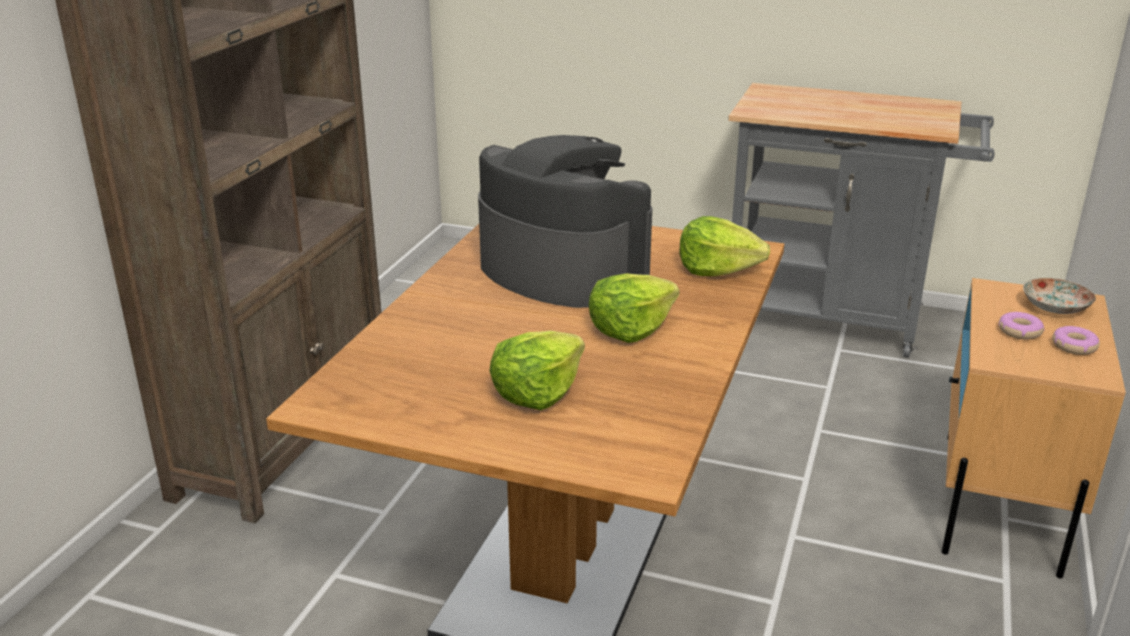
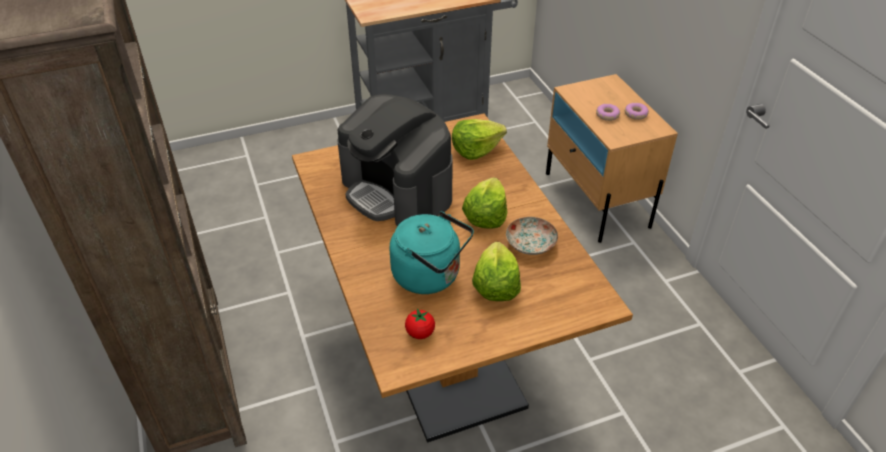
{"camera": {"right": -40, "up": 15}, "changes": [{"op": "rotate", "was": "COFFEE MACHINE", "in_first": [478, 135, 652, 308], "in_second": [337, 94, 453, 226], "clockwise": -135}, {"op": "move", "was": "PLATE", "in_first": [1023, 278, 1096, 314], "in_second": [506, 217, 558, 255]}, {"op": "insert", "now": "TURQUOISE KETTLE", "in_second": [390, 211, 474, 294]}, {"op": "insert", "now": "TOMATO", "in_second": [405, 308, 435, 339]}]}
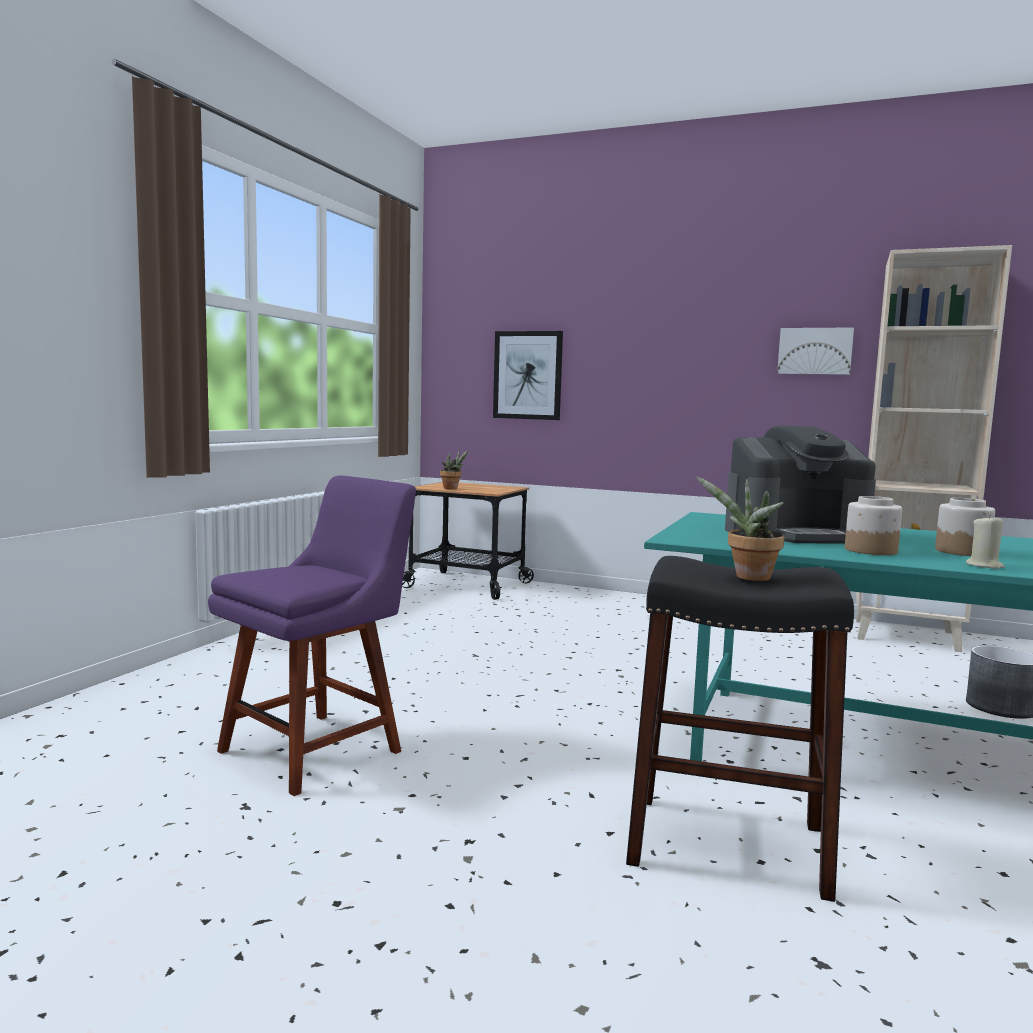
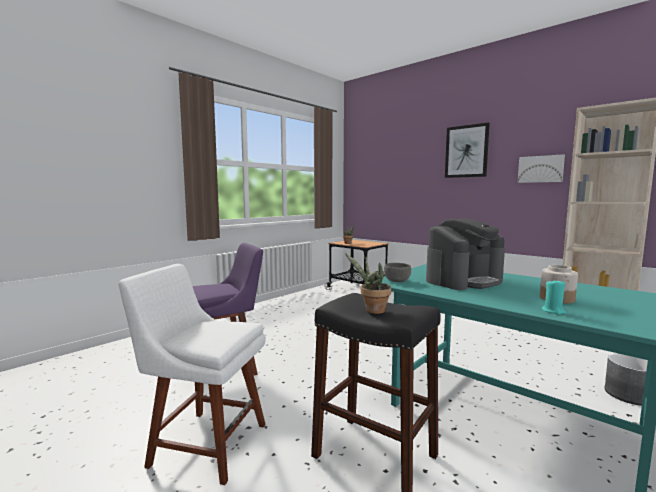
{"camera": {"right": 20, "up": 0}, "changes": [{"op": "move", "was": "PICTURE", "in_first": [493, 331, 563, 420], "in_second": [445, 122, 490, 178]}, {"op": "rotate", "was": "COFFEE MACHINE", "in_first": [725, 426, 876, 543], "in_second": [426, 219, 505, 290], "clockwise": -45}, {"op": "delete", "was": "JAR", "in_first": [845, 496, 902, 555]}, {"op": "recolor", "was": "BEIGE CANDLE", "now": "TURQUOISE CANDLE", "in_first": [966, 514, 1005, 569], "in_second": [542, 279, 566, 314]}, {"op": "insert", "now": "GREY BOWL", "in_second": [384, 263, 411, 282]}, {"op": "insert", "now": "WHITE CHAIR", "in_second": [118, 264, 266, 485]}]}
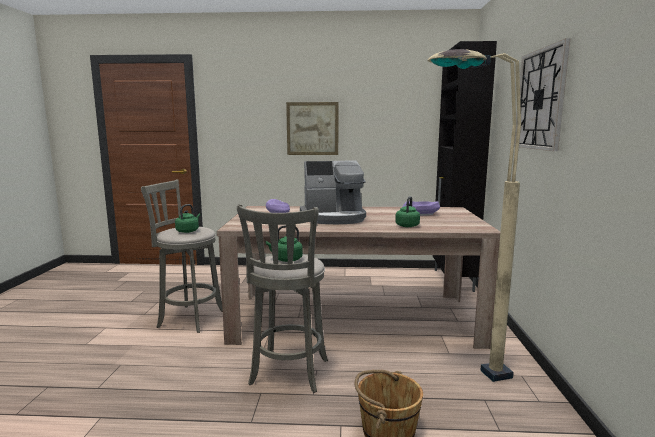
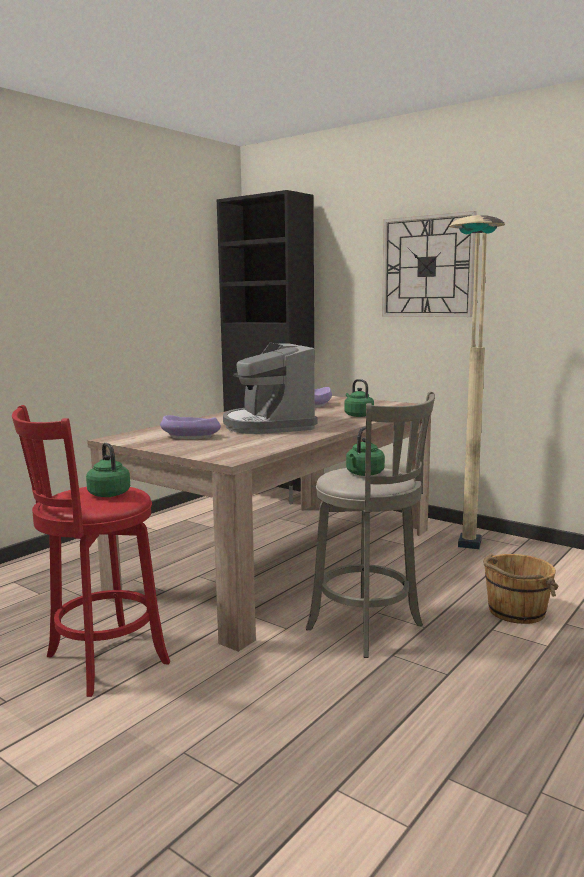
{"camera": {"right": -55, "up": 0}, "changes": [{"op": "delete", "was": "PICTURE", "in_first": [286, 102, 339, 155]}, {"op": "rotate", "was": "COFFEE MACHINE", "in_first": [300, 161, 366, 224], "in_second": [223, 343, 318, 434], "clockwise": 135}, {"op": "recolor", "was": "GREY STOOL", "now": "RED STOOL", "in_first": [141, 179, 223, 333], "in_second": [12, 405, 170, 697]}]}
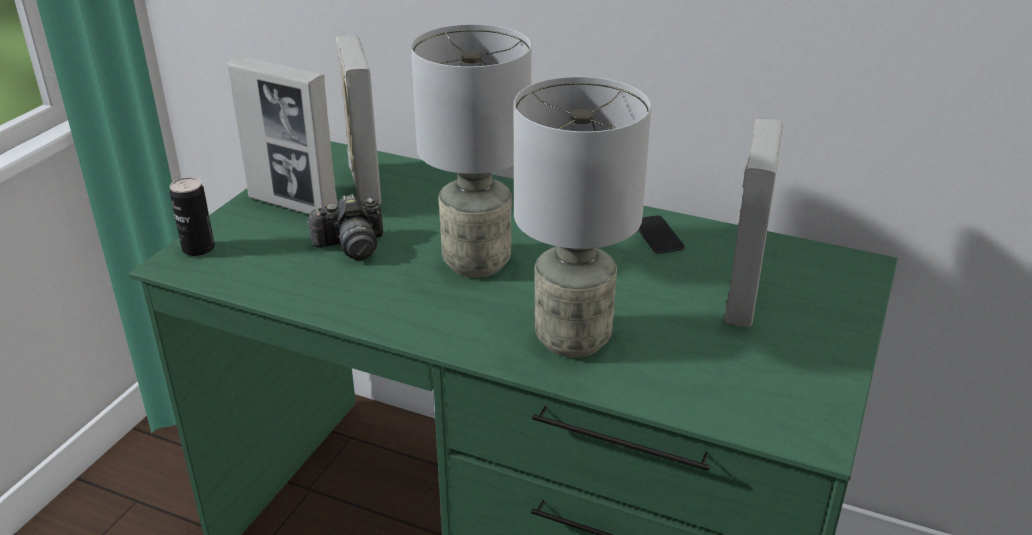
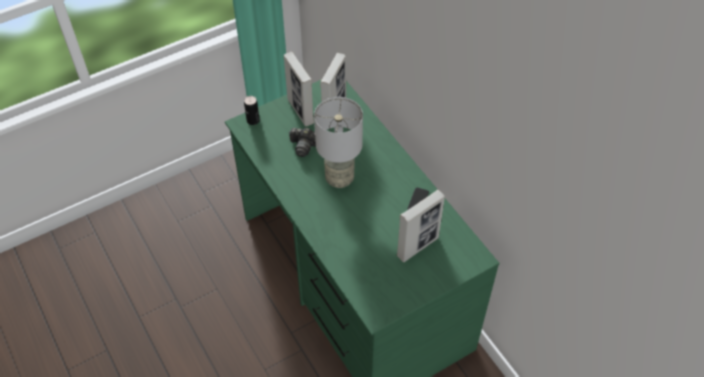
{"camera": {"right": 35, "up": 20}, "changes": [{"op": "delete", "was": "GREY TABLE LAMP", "in_first": [514, 76, 651, 358]}]}
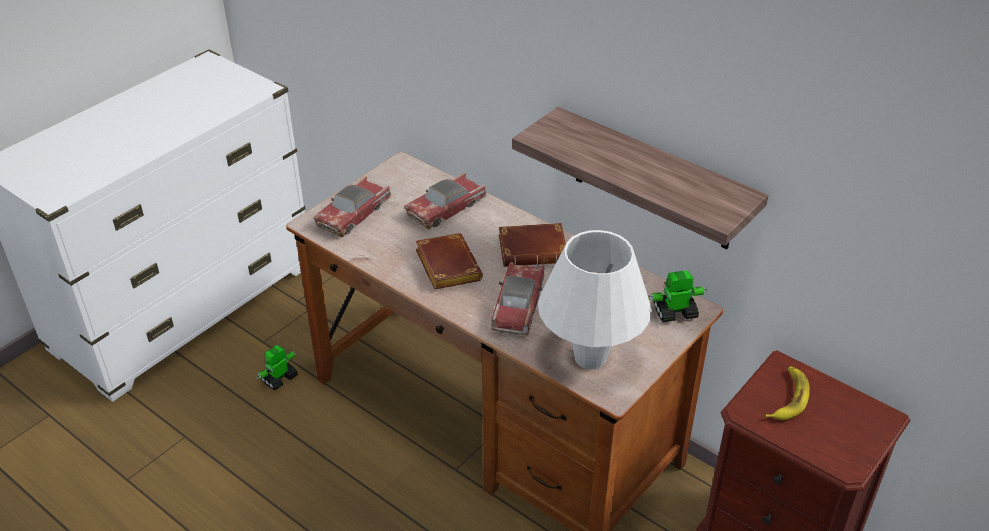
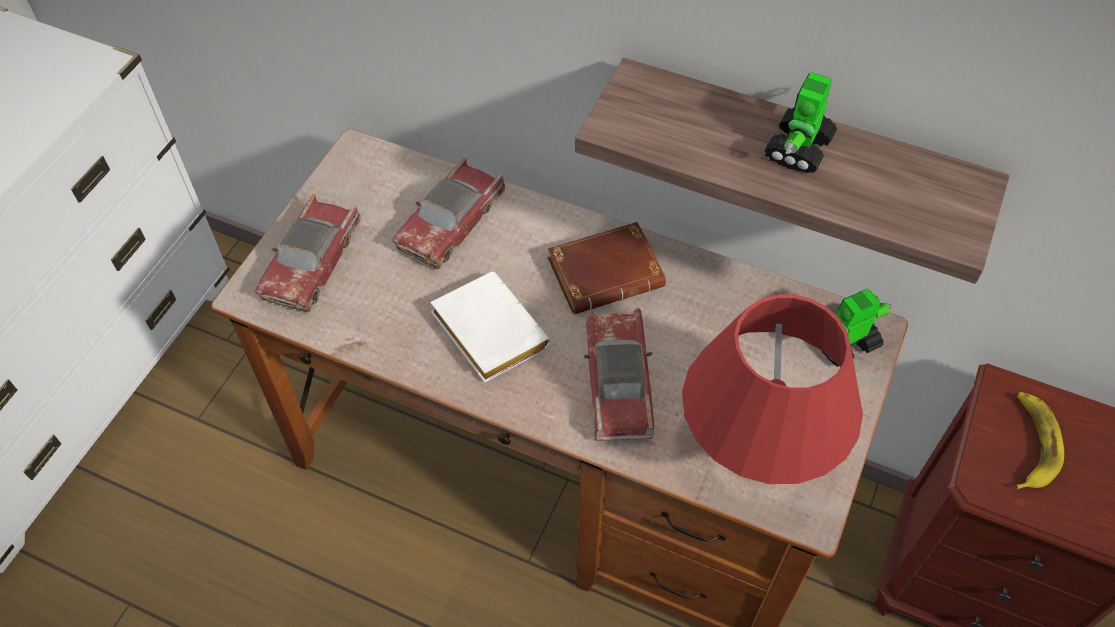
{"camera": {"right": -15, "up": 15}, "changes": [{"op": "recolor", "was": "WHITE TABLE LAMP", "now": "RED TABLE LAMP", "in_first": [538, 230, 652, 369], "in_second": [682, 294, 863, 484]}, {"op": "recolor", "was": "BROWN BOOK", "now": "WHITE BOOK", "in_first": [416, 233, 483, 290], "in_second": [430, 272, 551, 383]}, {"op": "move", "was": "TOY ROBOT", "in_first": [256, 345, 298, 390], "in_second": [764, 72, 837, 173]}]}
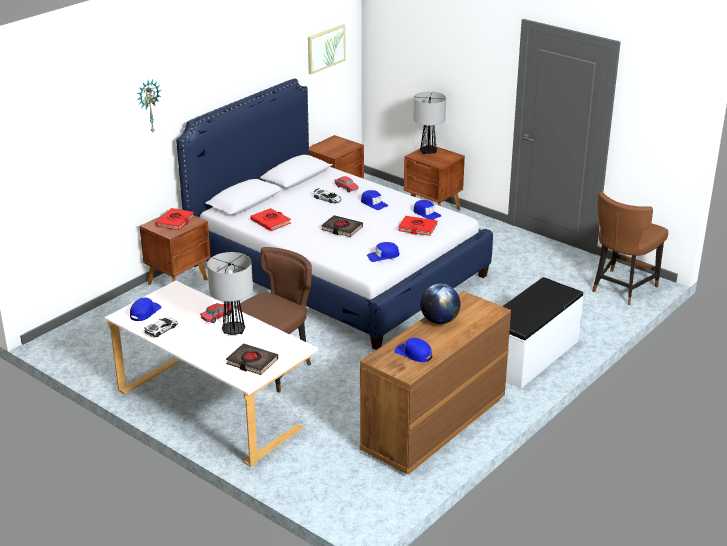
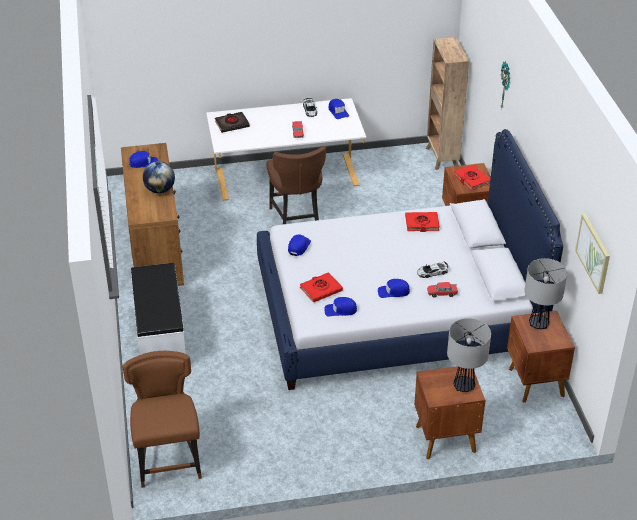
{"camera": {"right": 130, "up": 10}, "changes": [{"op": "delete", "was": "BLACK BOOK", "in_first": [321, 215, 363, 237]}, {"op": "move", "was": "TABLE LAMP", "in_first": [207, 252, 253, 335], "in_second": [524, 258, 567, 329]}, {"op": "insert", "now": "BROWN BOOKCASE", "in_second": [426, 37, 469, 170]}]}
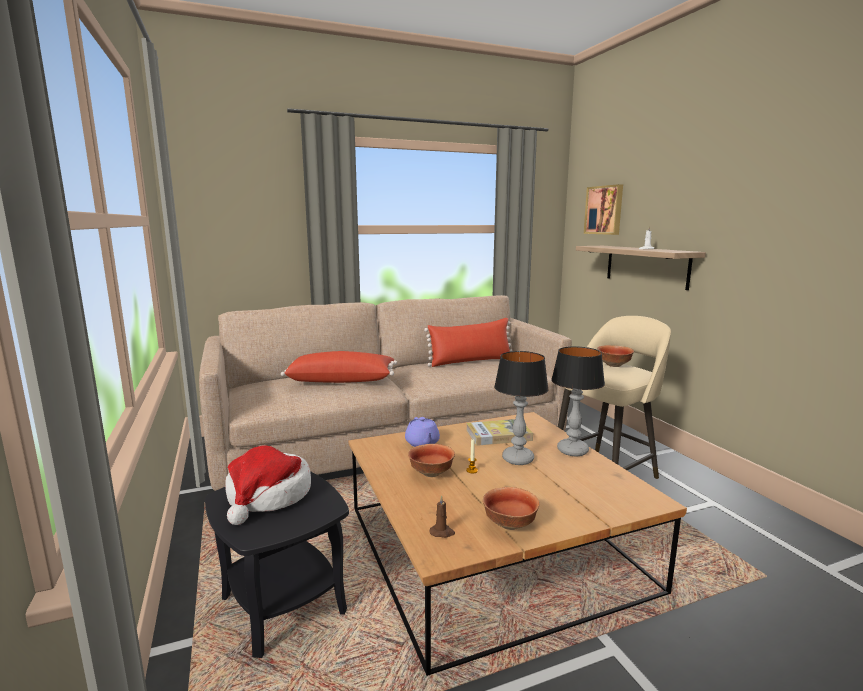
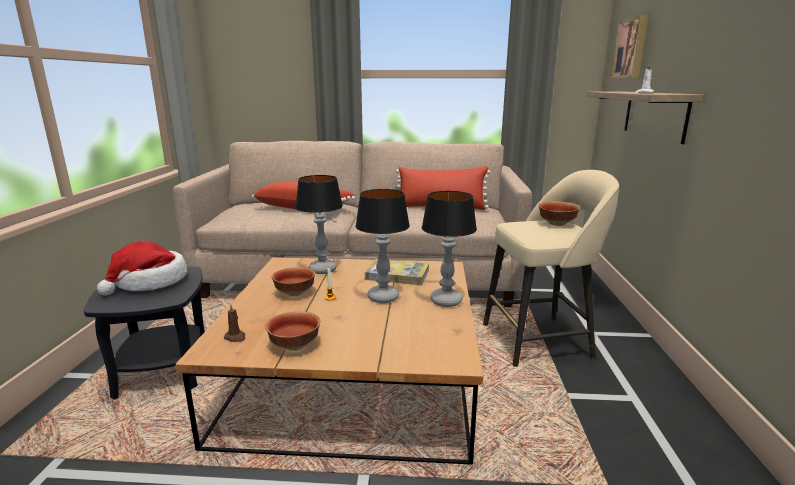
{"camera": {"right": 25, "up": 5}, "changes": [{"op": "replace", "was": "PURPLE TEAPOT", "now": "TABLE LAMP", "in_first": [405, 417, 440, 447], "in_second": [295, 175, 343, 274]}]}
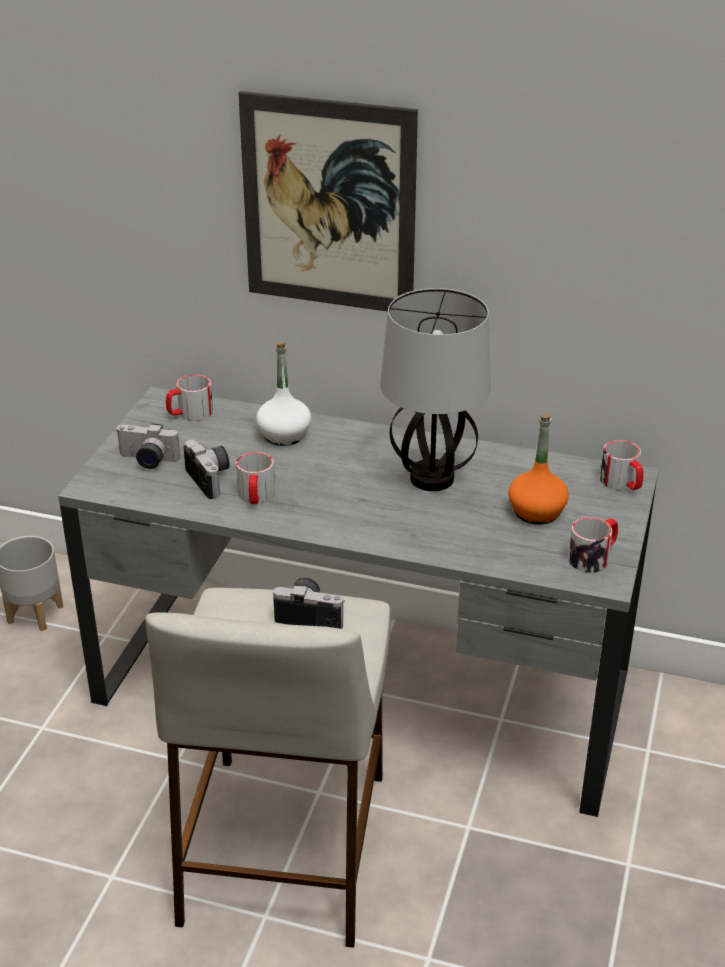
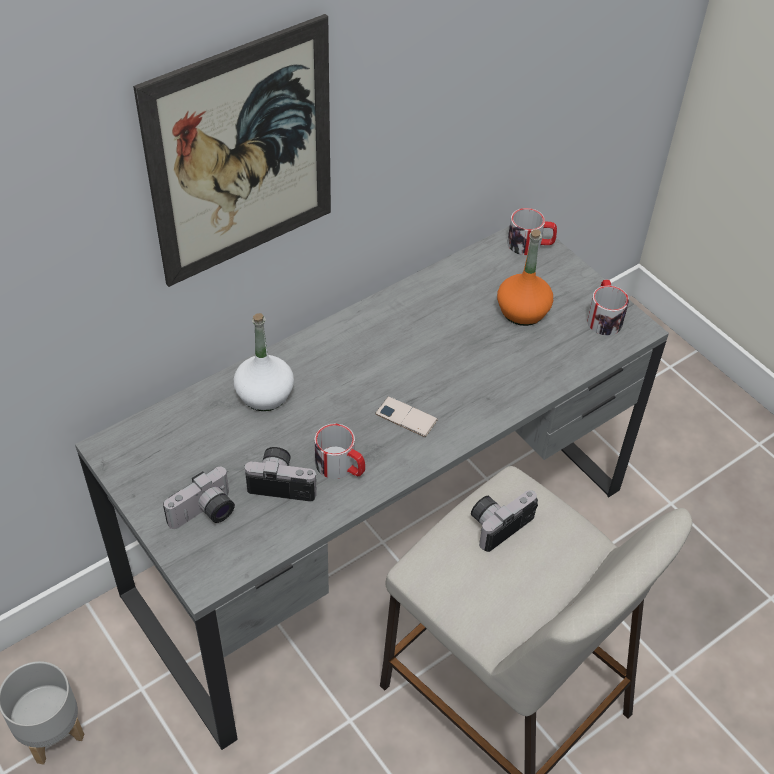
{"camera": {"right": -55, "up": 15}, "changes": [{"op": "delete", "was": "TABLE LAMP", "in_first": [380, 288, 491, 491]}, {"op": "delete", "was": "MUG", "in_first": [166, 374, 213, 421]}, {"op": "insert", "now": "PHONE", "in_second": [375, 396, 438, 437]}]}
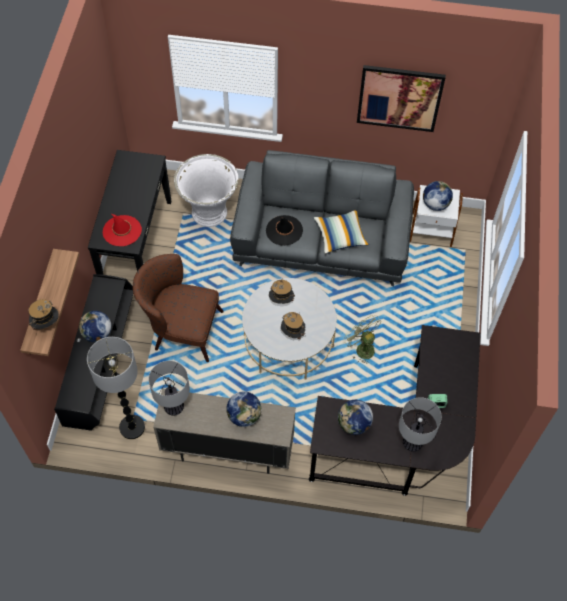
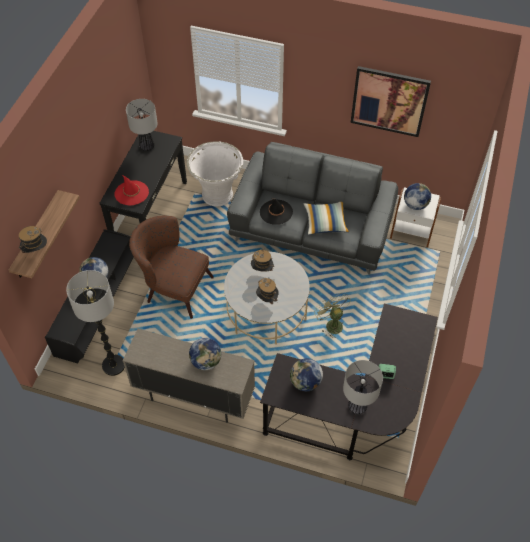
{"camera": {"right": 10, "up": -5}, "changes": [{"op": "move", "was": "TABLE LAMP", "in_first": [149, 361, 190, 416], "in_second": [126, 99, 158, 151]}]}
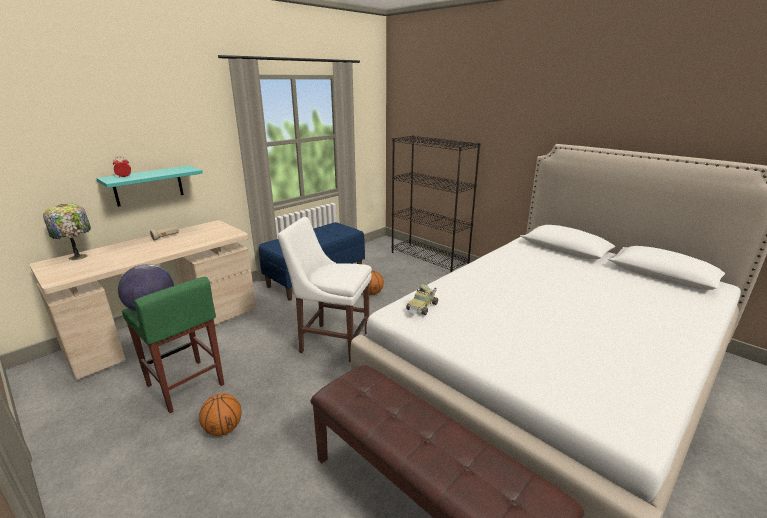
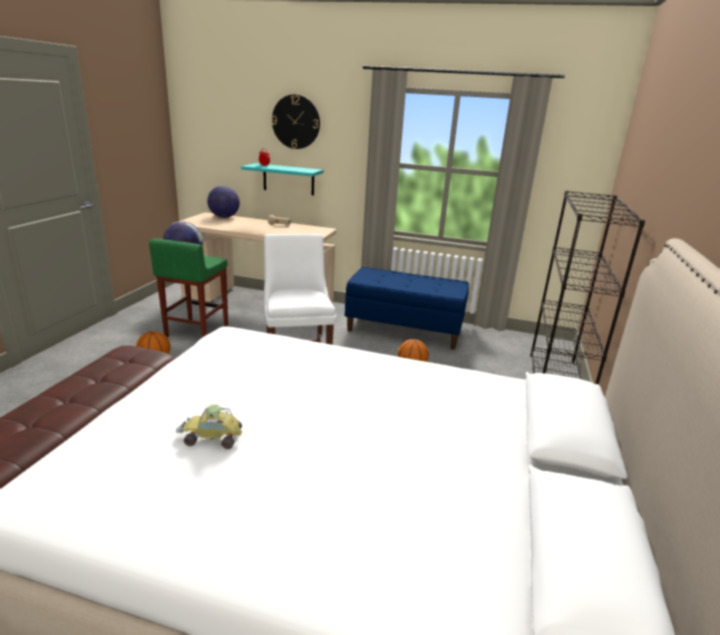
{"camera": {"right": 60, "up": 0}, "changes": [{"op": "replace", "was": "TABLE LAMP", "now": "GLOBE", "in_first": [43, 203, 91, 260], "in_second": [207, 186, 240, 218]}, {"op": "move", "was": "TOY CAR", "in_first": [406, 284, 438, 315], "in_second": [176, 404, 242, 449]}, {"op": "insert", "now": "WALL CLOCK", "in_second": [271, 94, 320, 149]}]}
